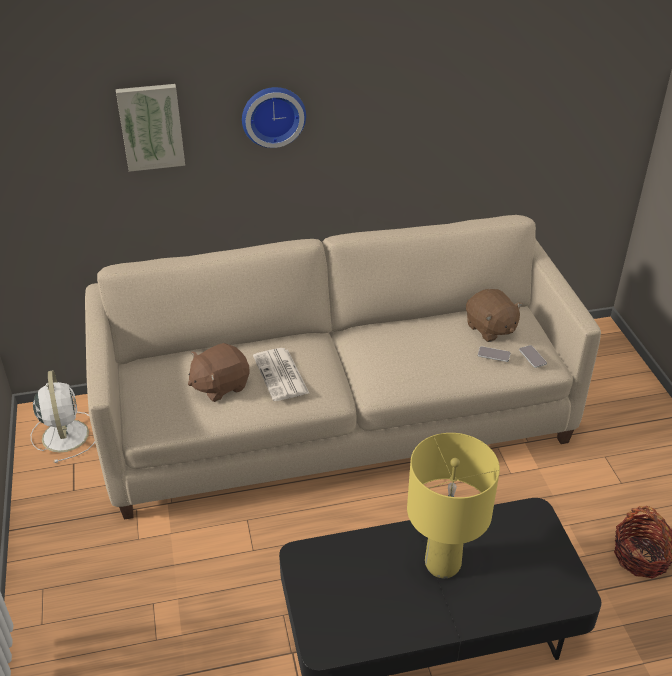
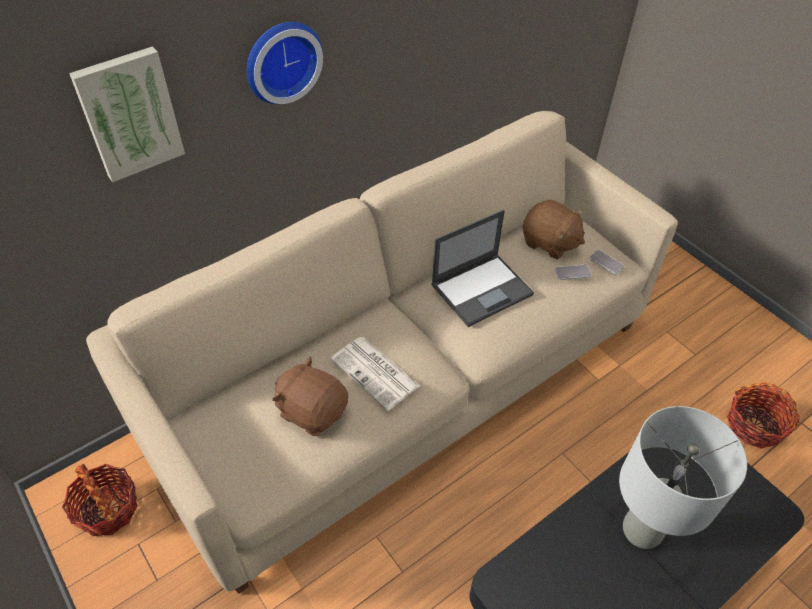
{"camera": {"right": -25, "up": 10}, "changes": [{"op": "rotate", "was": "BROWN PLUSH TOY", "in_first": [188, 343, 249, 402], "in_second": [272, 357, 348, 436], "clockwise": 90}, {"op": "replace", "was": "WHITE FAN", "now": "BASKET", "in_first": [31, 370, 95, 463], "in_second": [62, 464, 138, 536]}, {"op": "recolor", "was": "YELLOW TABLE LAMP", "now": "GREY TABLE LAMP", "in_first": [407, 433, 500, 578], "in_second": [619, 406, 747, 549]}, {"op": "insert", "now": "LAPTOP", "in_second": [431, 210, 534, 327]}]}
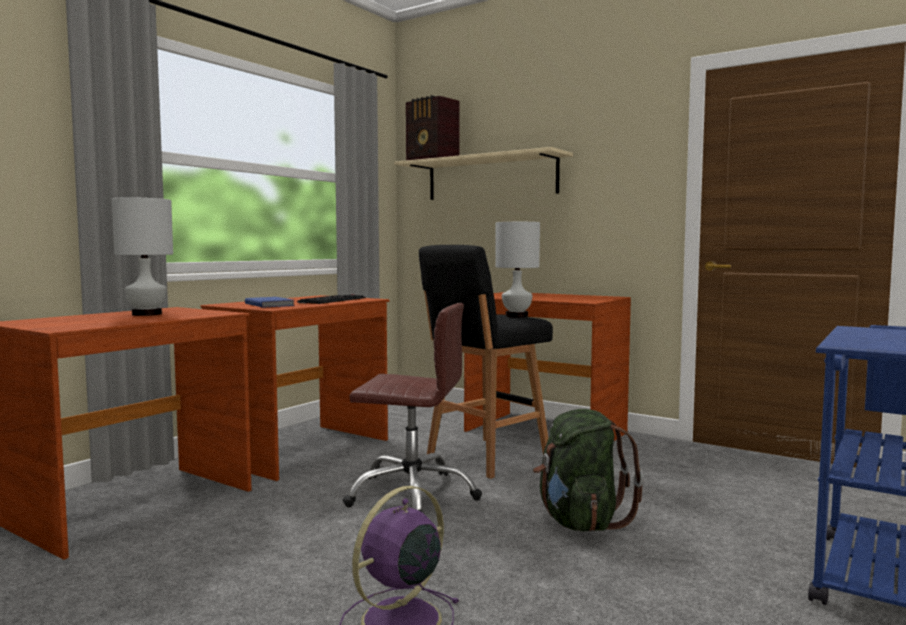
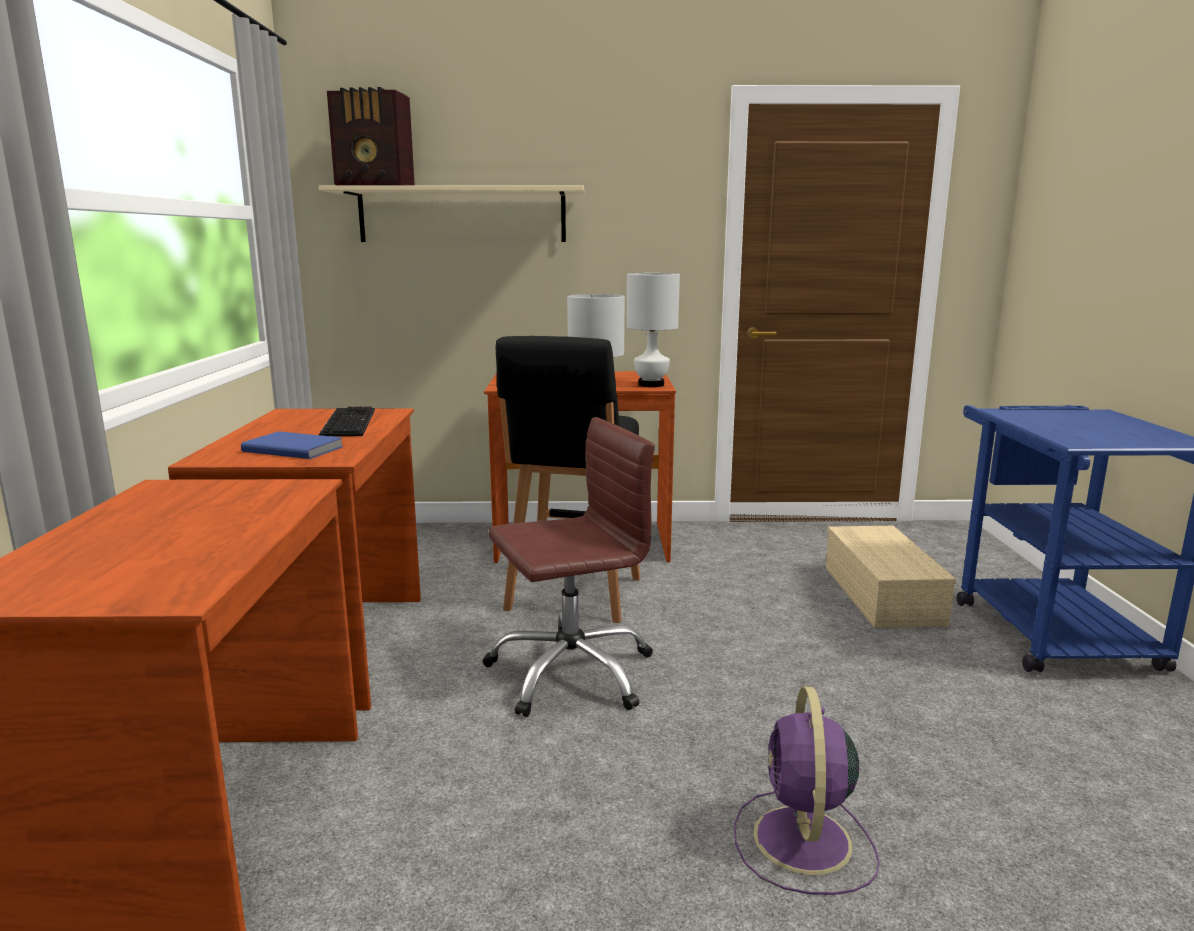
{"camera": {"right": -35, "up": 10}, "changes": [{"op": "move", "was": "WHITE TABLE LAMP", "in_first": [111, 197, 173, 316], "in_second": [627, 273, 680, 387]}, {"op": "delete", "was": "GREEN BACKPACK", "in_first": [533, 409, 644, 532]}, {"op": "insert", "now": "BEIGE STORAGE BOX", "in_second": [826, 526, 956, 628]}]}
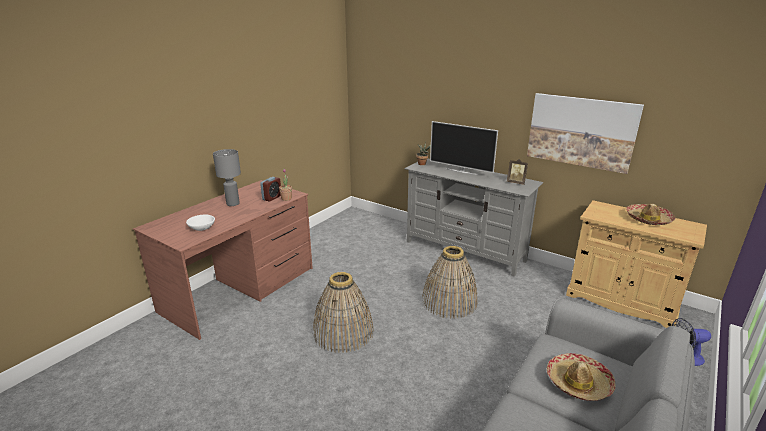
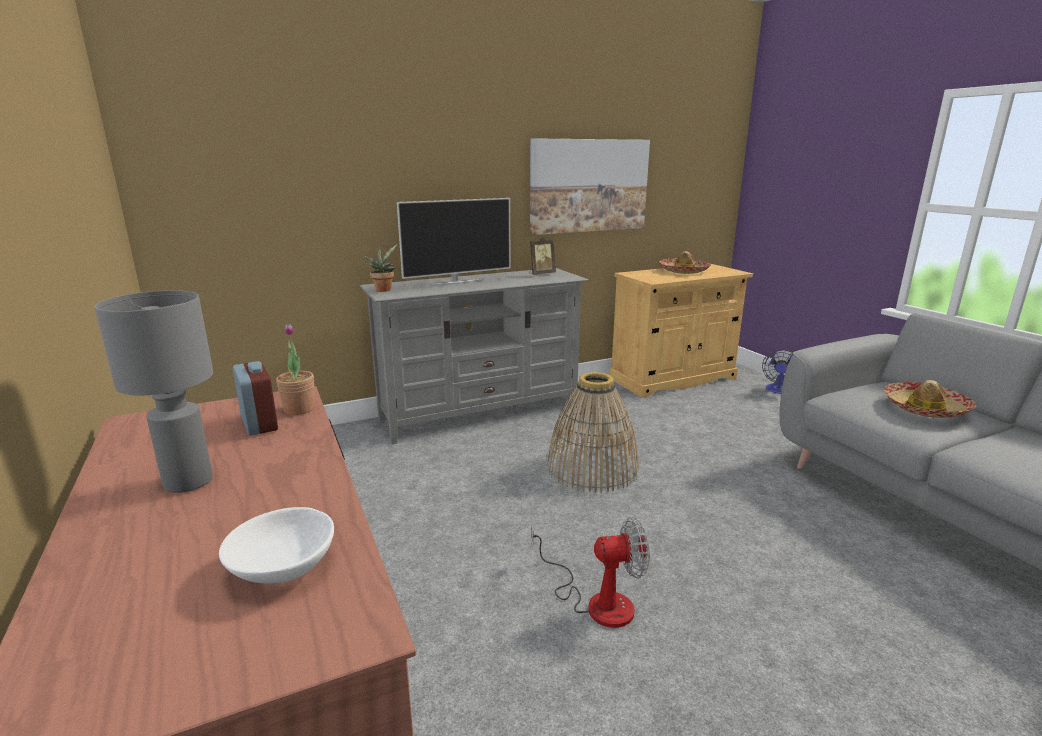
{"camera": {"right": -60, "up": -5}, "changes": [{"op": "replace", "was": "BASKET", "now": "FAN", "in_first": [313, 272, 374, 353], "in_second": [532, 517, 650, 628]}]}
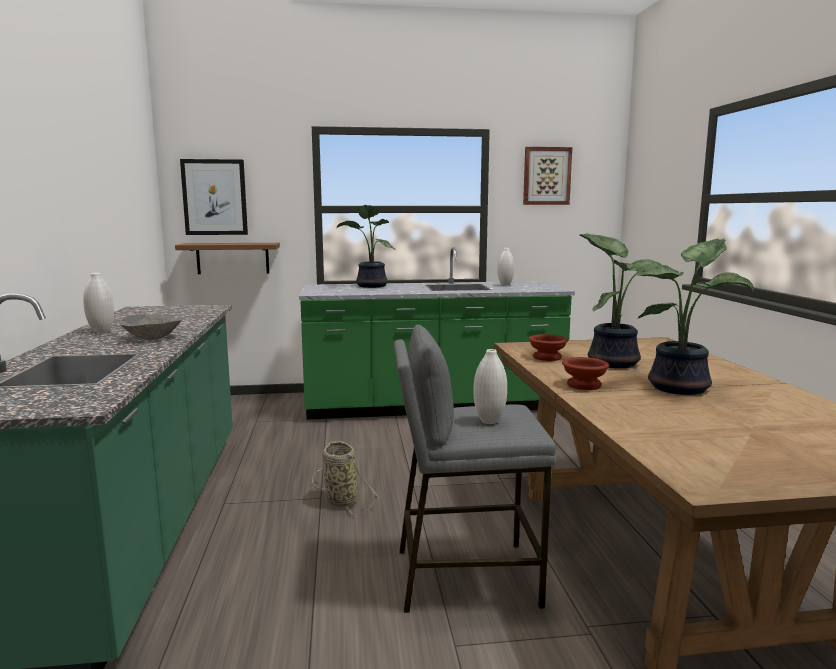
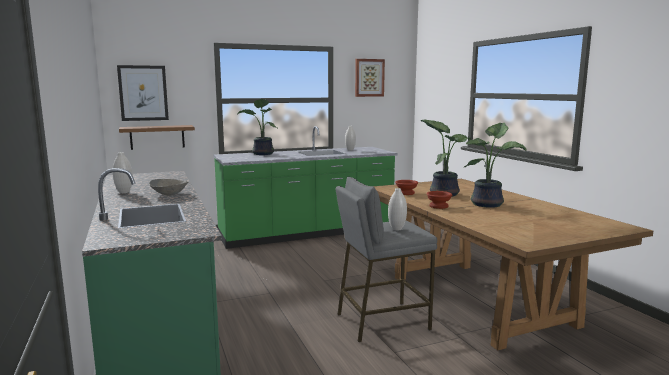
{"camera": {"right": -15, "up": 0}, "changes": [{"op": "delete", "was": "BASKET", "in_first": [312, 441, 379, 514]}]}
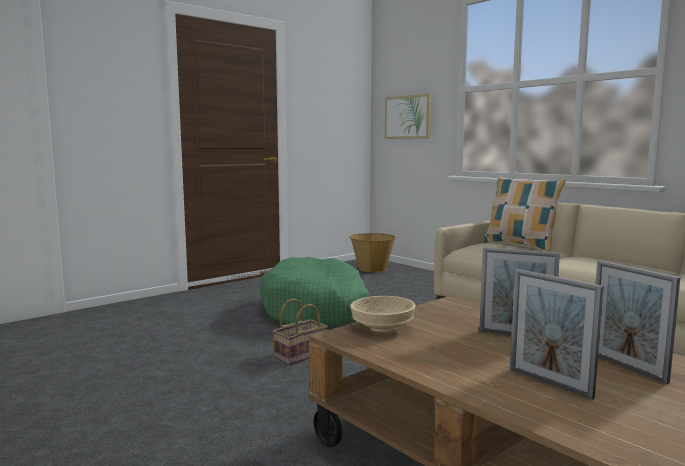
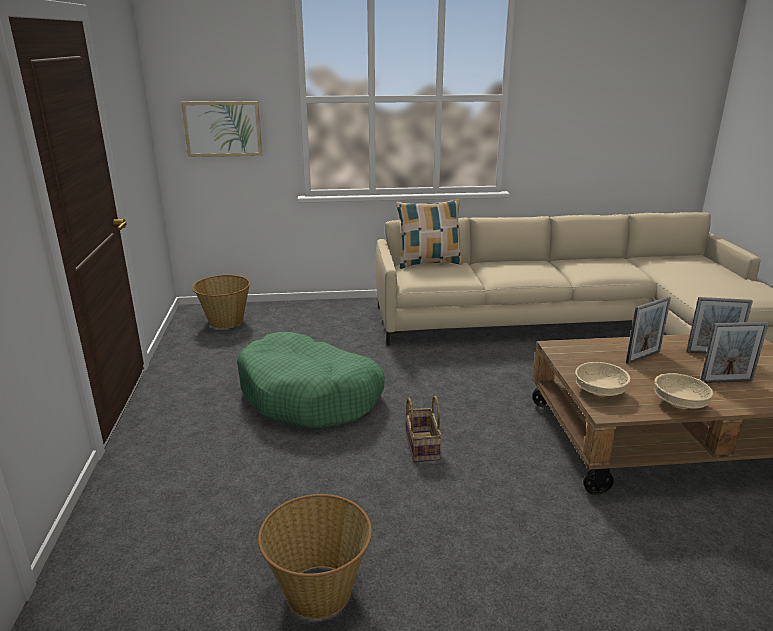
{"camera": {"right": -55, "up": 15}, "changes": [{"op": "insert", "now": "BEIGE BOWL", "in_second": [654, 373, 714, 409]}, {"op": "insert", "now": "BASKET", "in_second": [258, 494, 372, 619]}]}
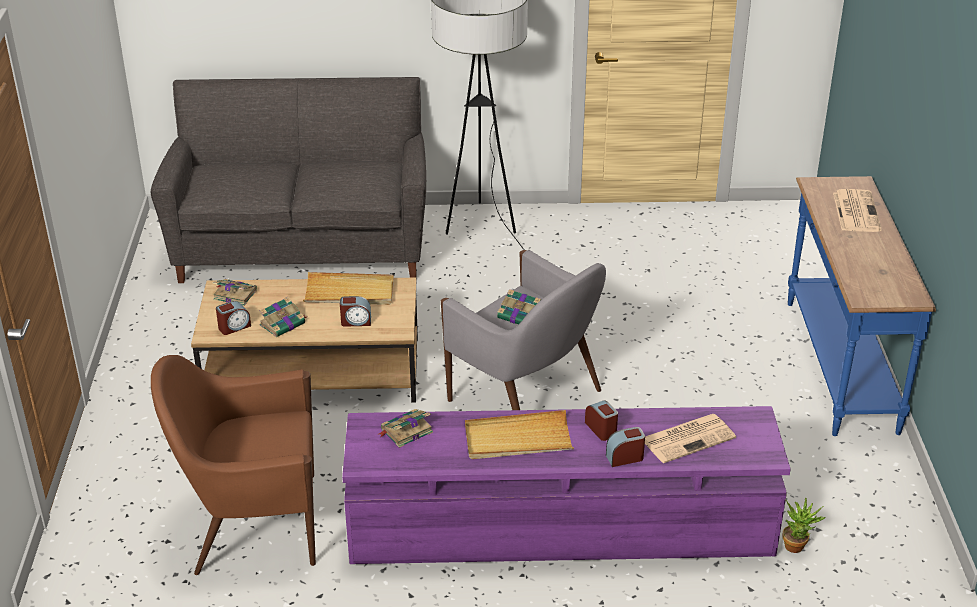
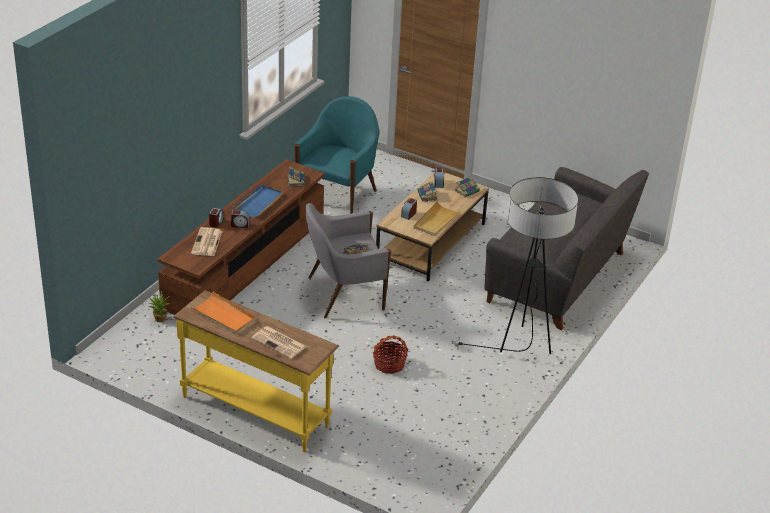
{"camera": {"right": 120, "up": 0}, "changes": [{"op": "recolor", "was": "BLUE CONSOLE TABLE", "now": "YELLOW CONSOLE TABLE", "in_first": [788, 176, 936, 436], "in_second": [173, 290, 339, 452]}, {"op": "recolor", "was": "BROWN ARMCHAIR", "now": "TURQUOISE ARMCHAIR", "in_first": [151, 355, 316, 575], "in_second": [294, 96, 379, 214]}, {"op": "recolor", "was": "PURPLE TV STAND", "now": "BROWN TV STAND", "in_first": [342, 406, 791, 564], "in_second": [157, 159, 324, 315]}, {"op": "recolor", "was": "BEIGE TRAY", "now": "BLUE TRAY", "in_first": [465, 410, 574, 459], "in_second": [233, 184, 283, 218]}, {"op": "insert", "now": "ORANGE TRAY", "in_second": [190, 292, 256, 334]}, {"op": "insert", "now": "BASKET", "in_second": [373, 335, 408, 374]}]}
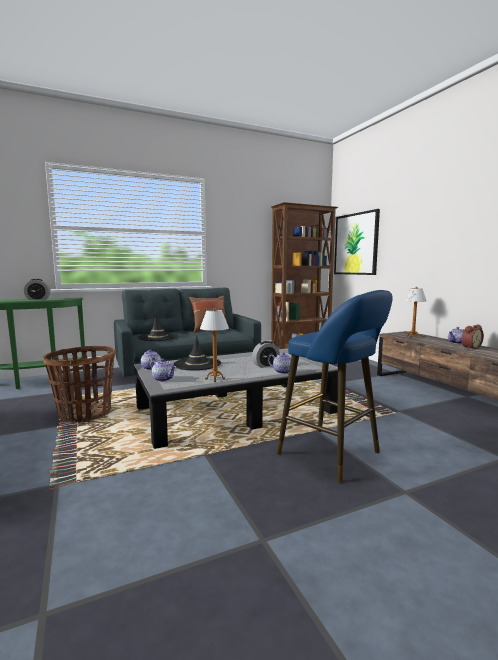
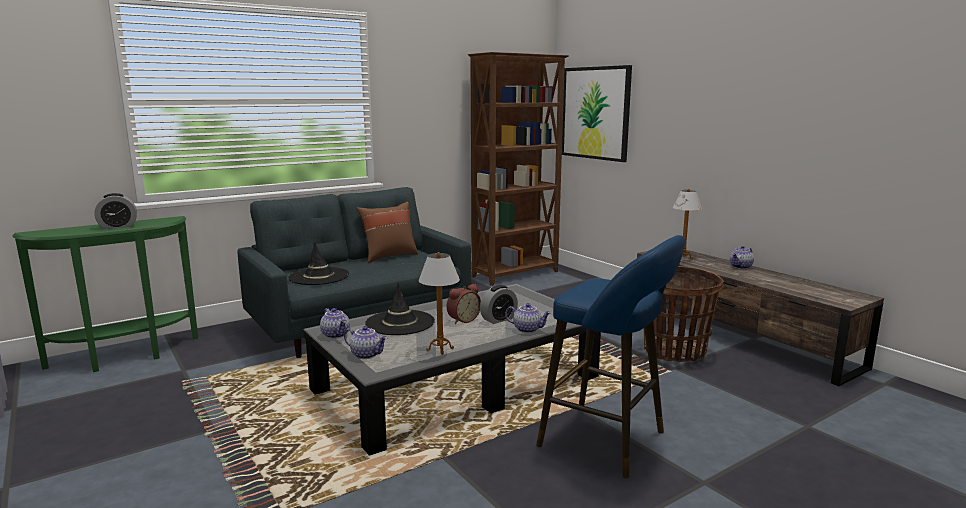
{"camera": {"right": -10, "up": 5}, "changes": [{"op": "move", "was": "ALARM CLOCK", "in_first": [462, 324, 484, 349], "in_second": [447, 284, 481, 324]}, {"op": "move", "was": "BASKET", "in_first": [43, 346, 115, 423], "in_second": [643, 266, 723, 362]}]}
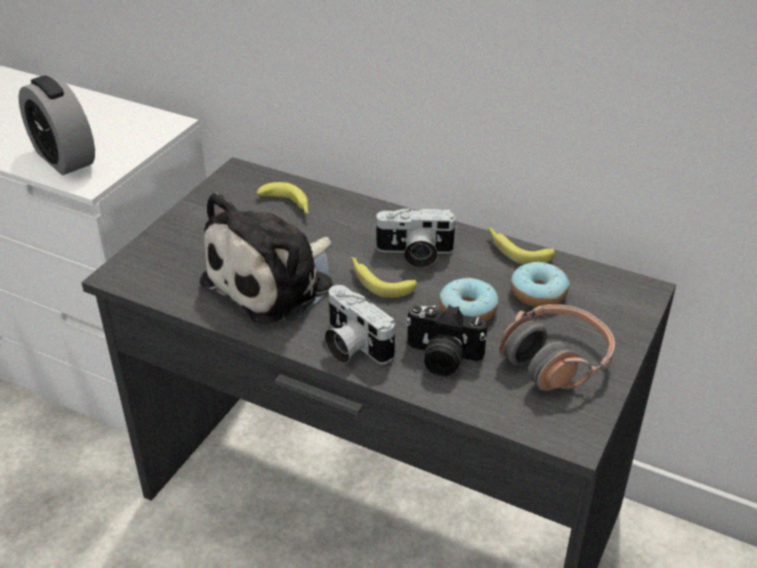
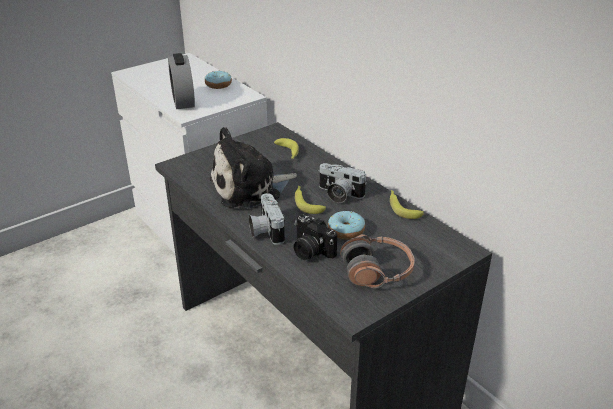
{"camera": {"right": 25, "up": -5}, "changes": [{"op": "move", "was": "DONUT", "in_first": [511, 261, 569, 307], "in_second": [205, 70, 232, 89]}]}
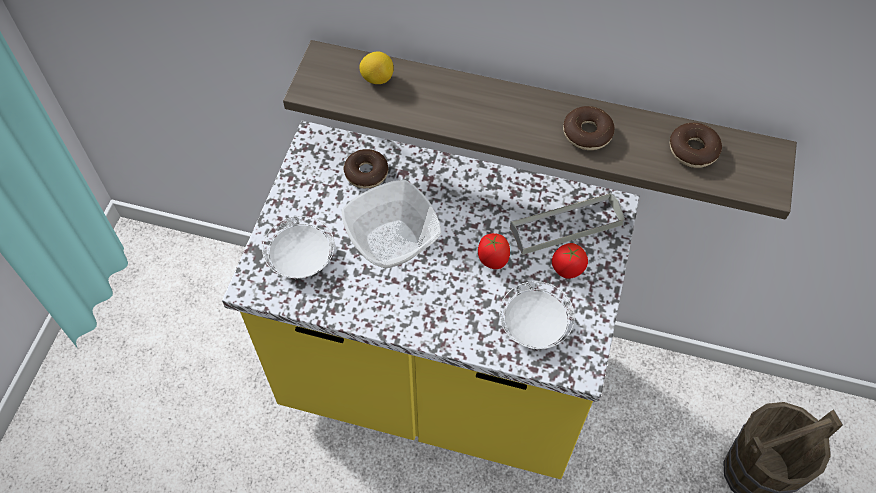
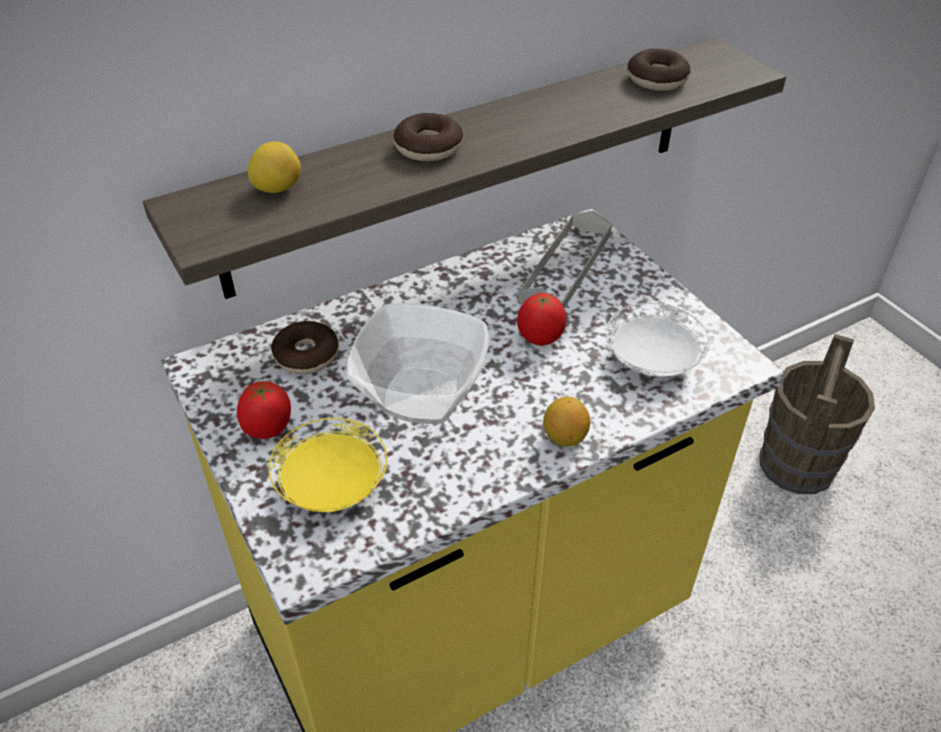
{"camera": {"right": -45, "up": -15}, "changes": [{"op": "move", "was": "DONUT", "in_first": [563, 106, 615, 150], "in_second": [394, 113, 463, 161]}, {"op": "recolor", "was": "WHITE PLATE", "now": "YELLOW PLATE", "in_first": [262, 216, 335, 279], "in_second": [269, 418, 387, 512]}, {"op": "move", "was": "TOMATO", "in_first": [552, 243, 588, 279], "in_second": [237, 381, 291, 439]}, {"op": "insert", "now": "LEMON", "in_second": [543, 397, 590, 447]}]}
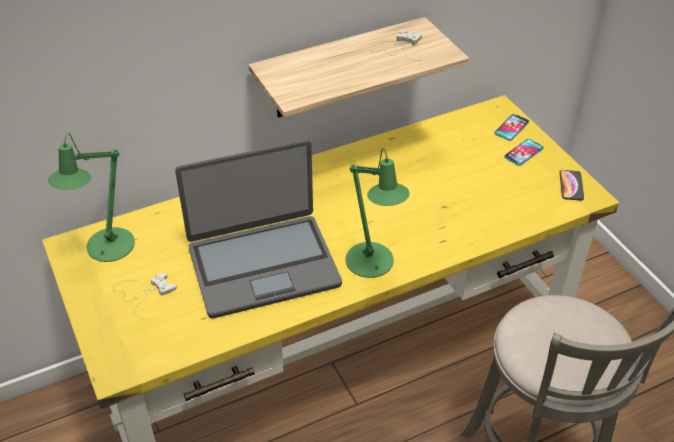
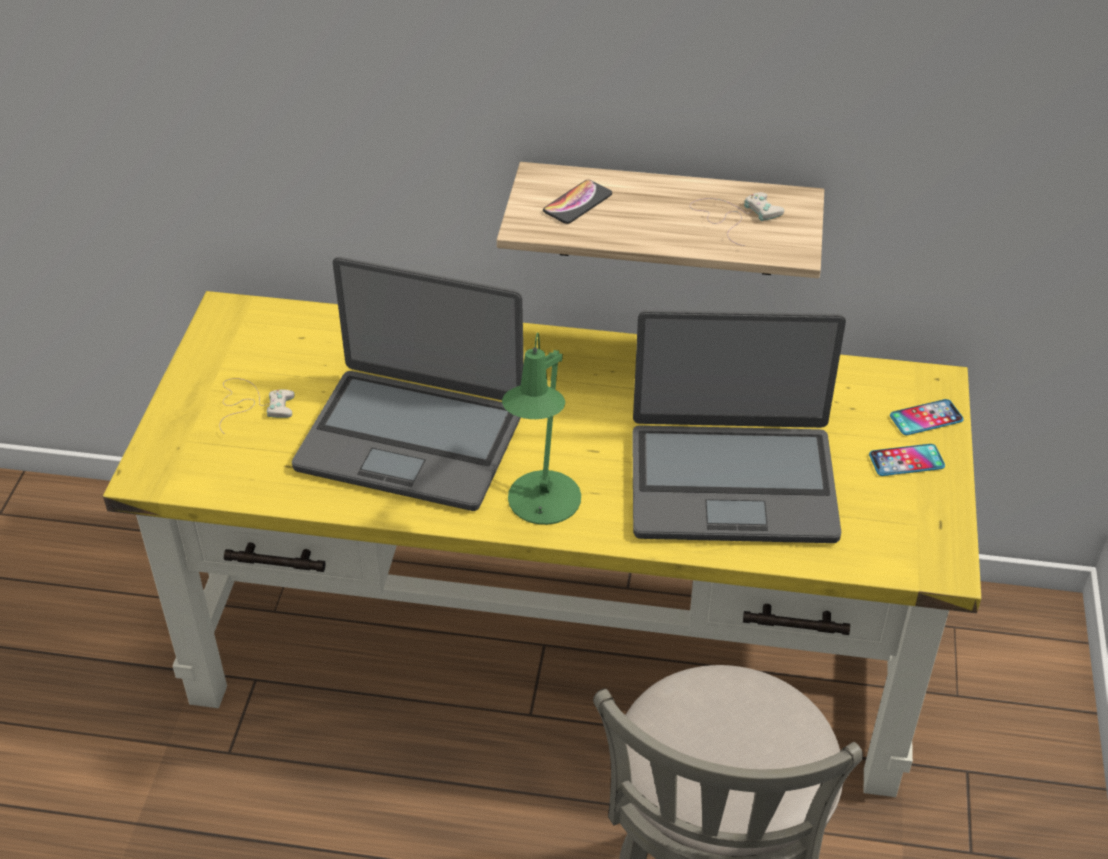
{"camera": {"right": 35, "up": 0}, "changes": [{"op": "delete", "was": "GREEN TABLE LAMP", "in_first": [48, 133, 135, 262]}, {"op": "move", "was": "PHONE", "in_first": [560, 170, 584, 201], "in_second": [543, 180, 612, 224]}, {"op": "insert", "now": "LAPTOP", "in_second": [632, 310, 846, 543]}]}
